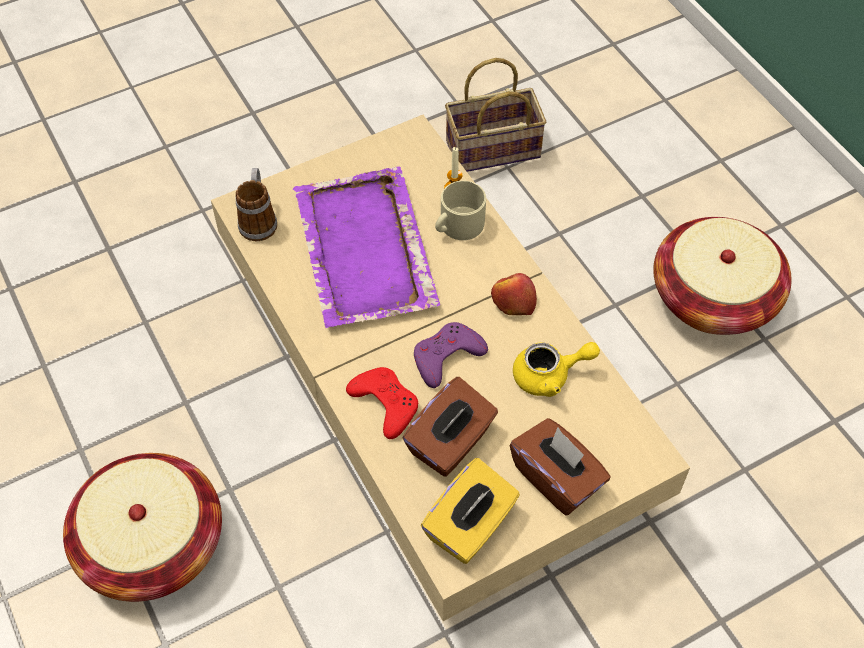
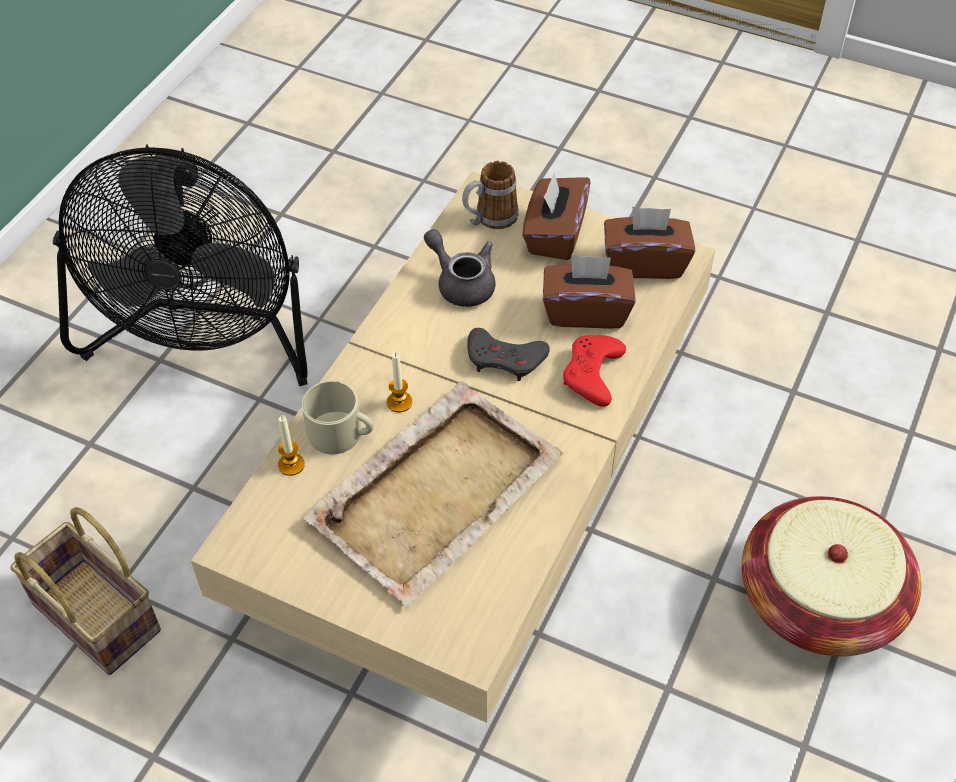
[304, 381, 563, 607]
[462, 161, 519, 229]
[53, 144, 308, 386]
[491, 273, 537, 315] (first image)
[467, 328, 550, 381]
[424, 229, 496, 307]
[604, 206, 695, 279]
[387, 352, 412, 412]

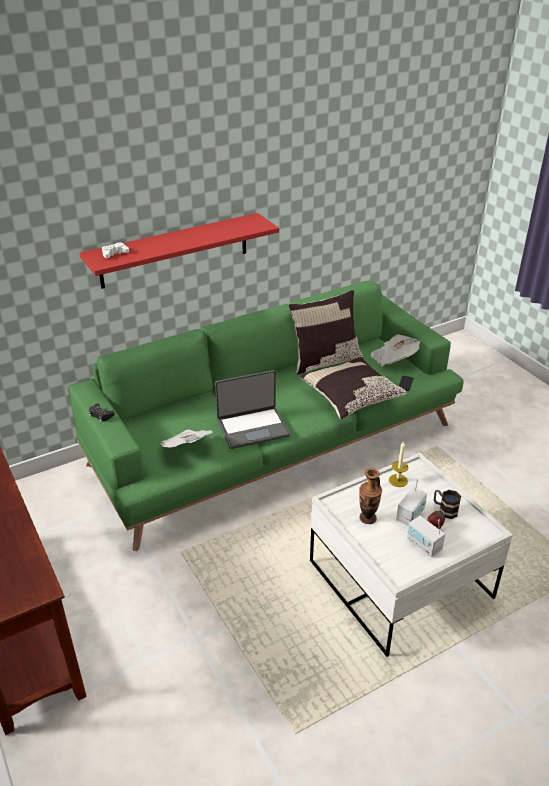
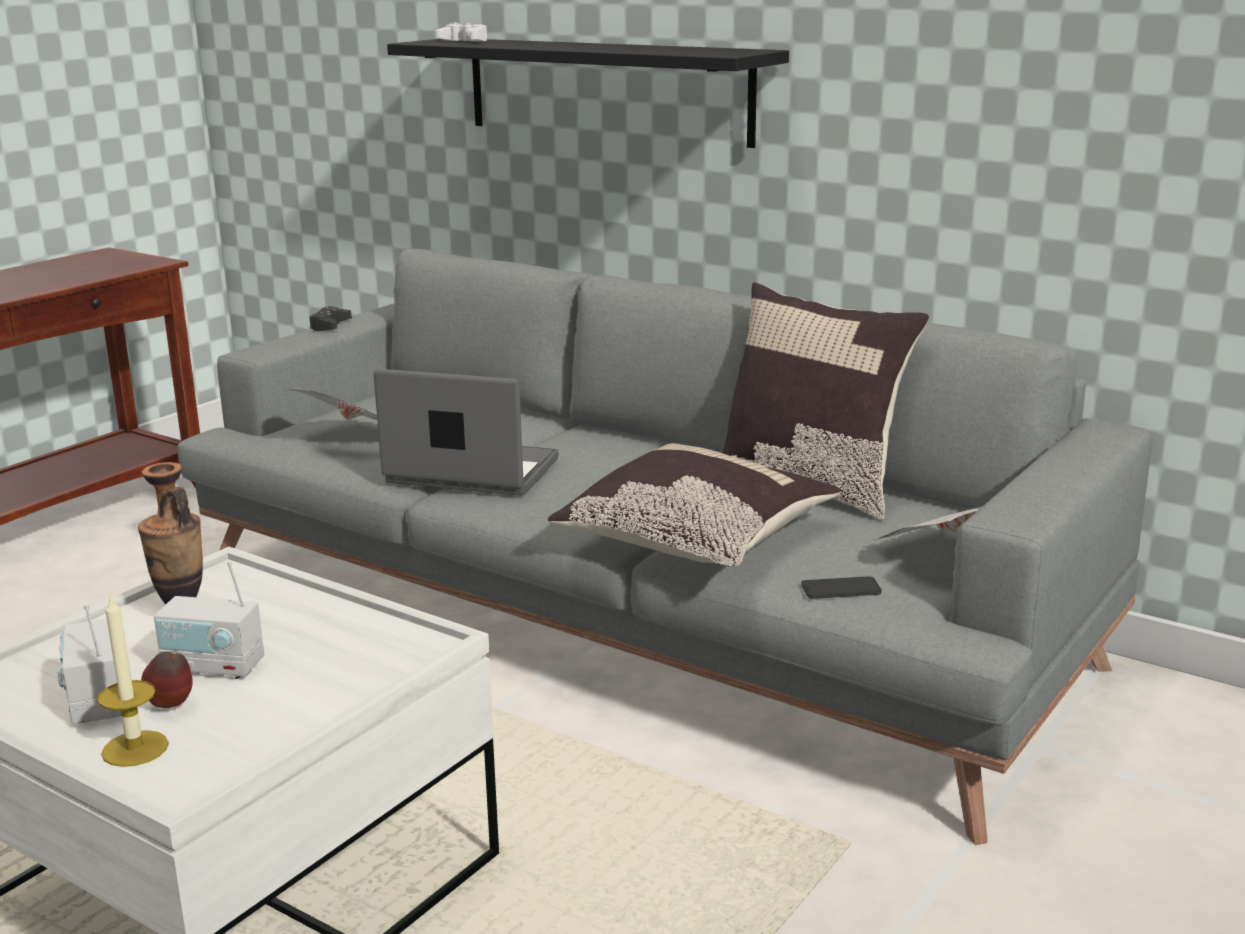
[387, 39, 789, 148]
[178, 249, 1153, 845]
[374, 369, 558, 496]
[97, 594, 169, 767]
[434, 490, 461, 519] (first image)
[58, 605, 121, 725]

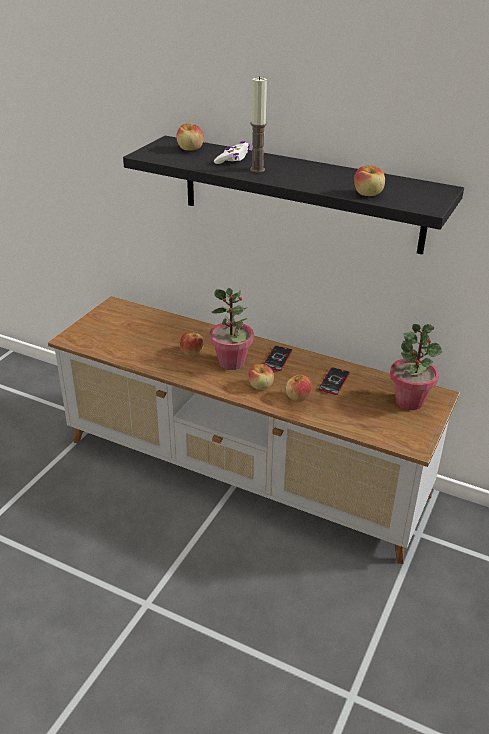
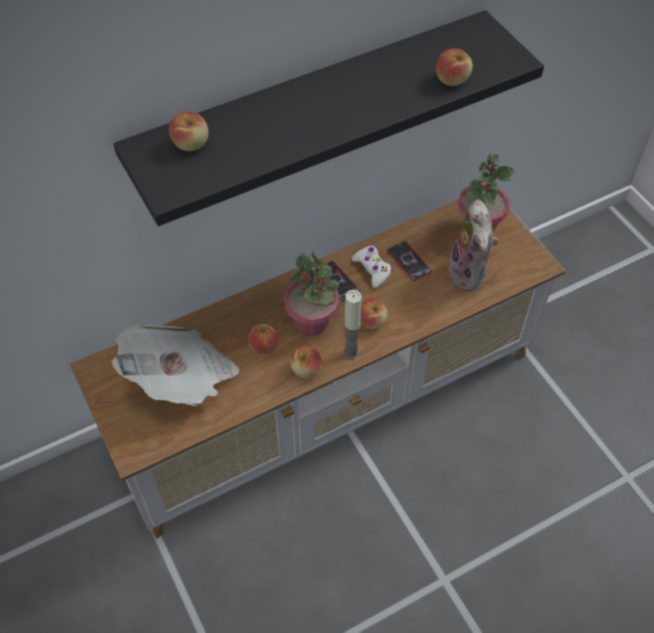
[343, 290, 362, 359]
[352, 246, 392, 288]
[290, 345, 322, 378]
[446, 199, 499, 291]
[111, 324, 239, 406]

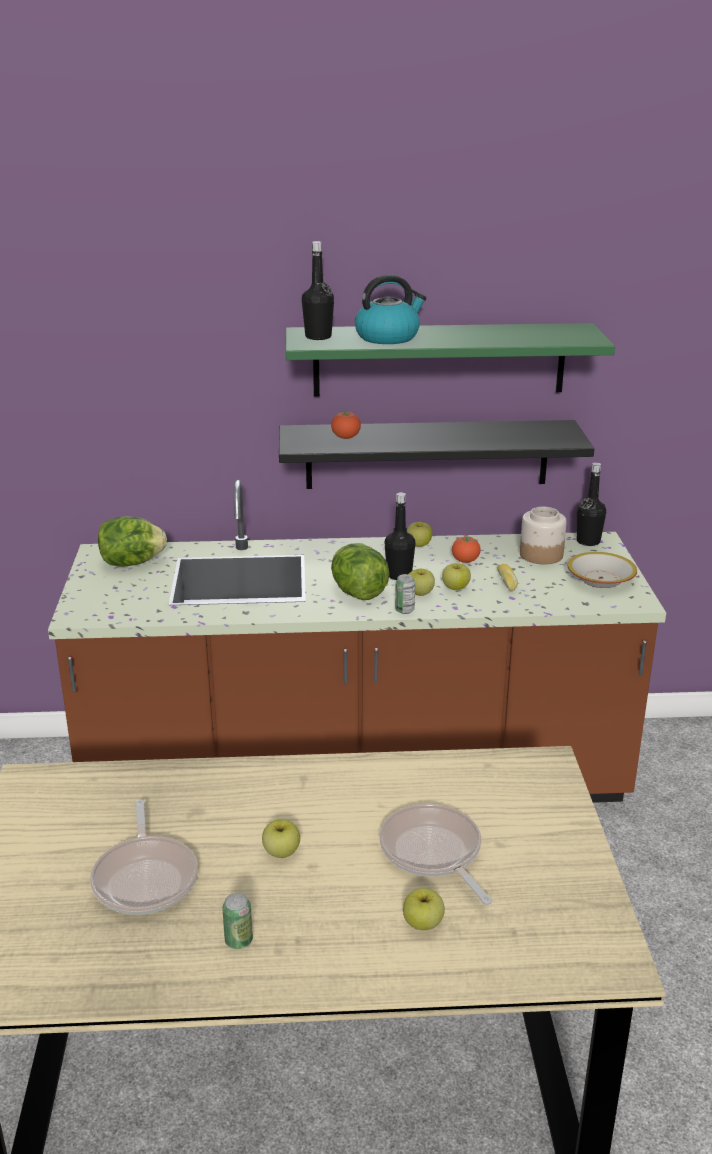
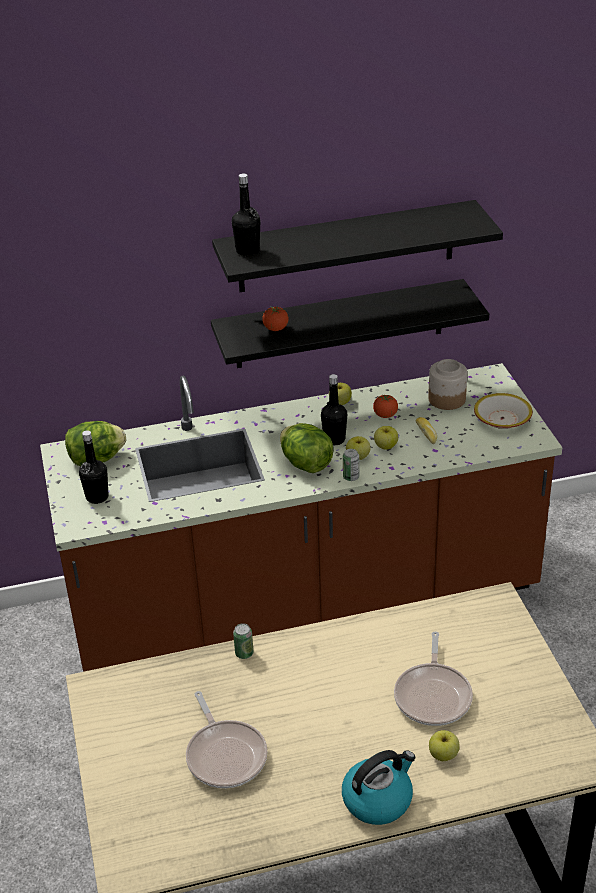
[342, 750, 415, 825]
[212, 200, 503, 292]
[79, 430, 109, 504]
[394, 631, 473, 726]
[262, 819, 300, 858] (first image)
[233, 623, 253, 659]

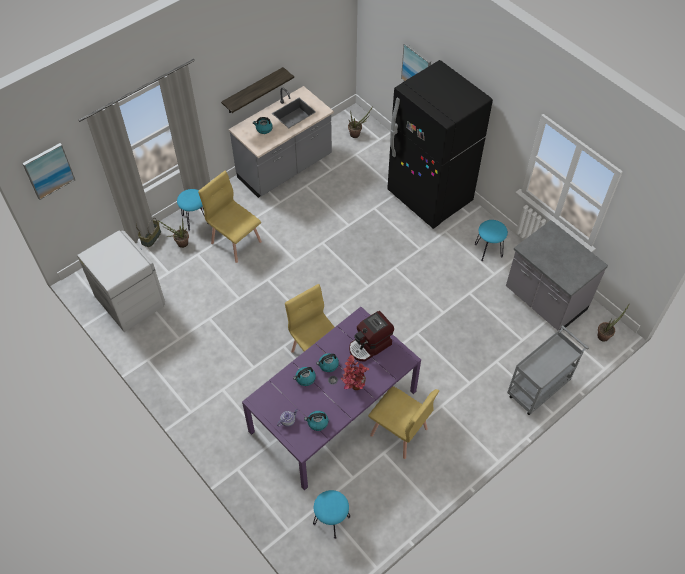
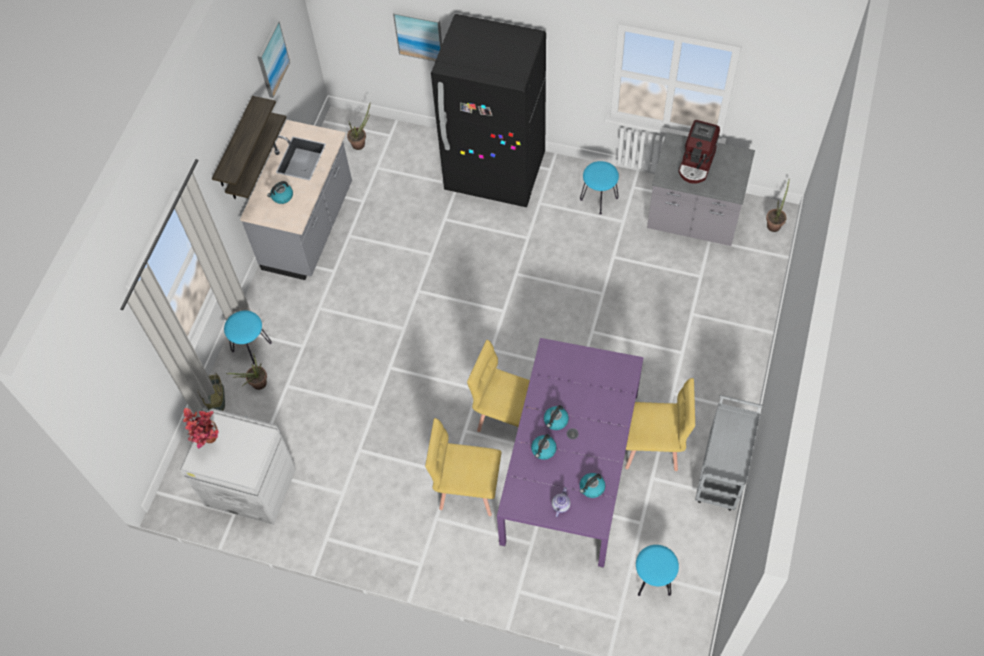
[257, 20, 290, 98]
[425, 418, 502, 516]
[678, 120, 720, 184]
[695, 395, 763, 511]
[183, 408, 219, 449]
[212, 96, 276, 187]

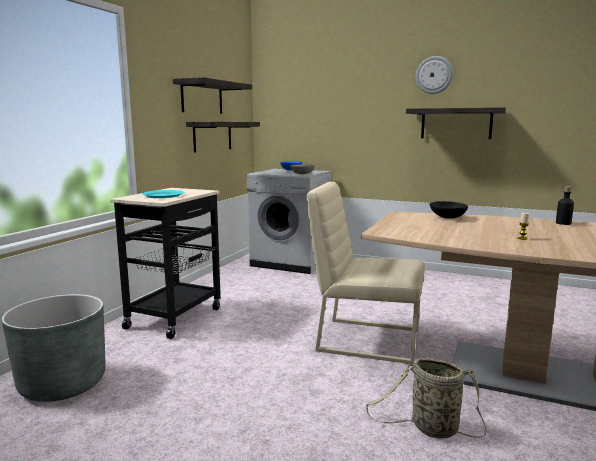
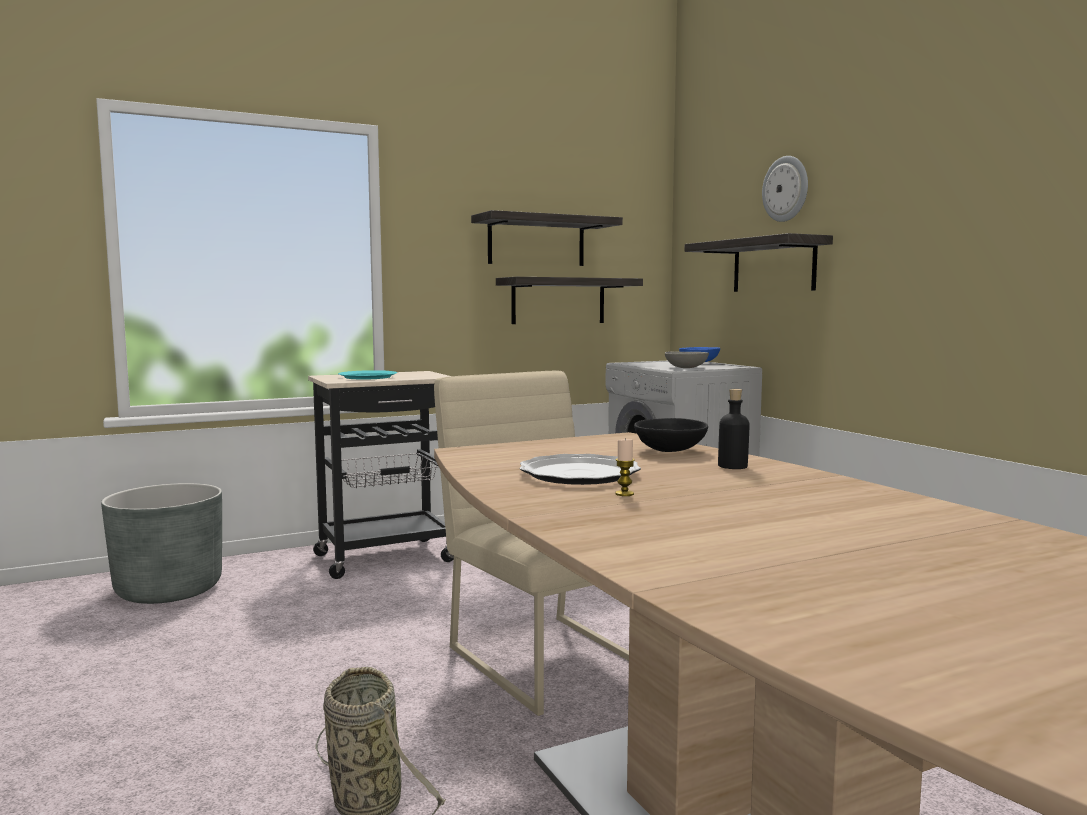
[762, 156, 808, 222]
[685, 233, 833, 292]
[718, 389, 750, 469]
[519, 454, 641, 485]

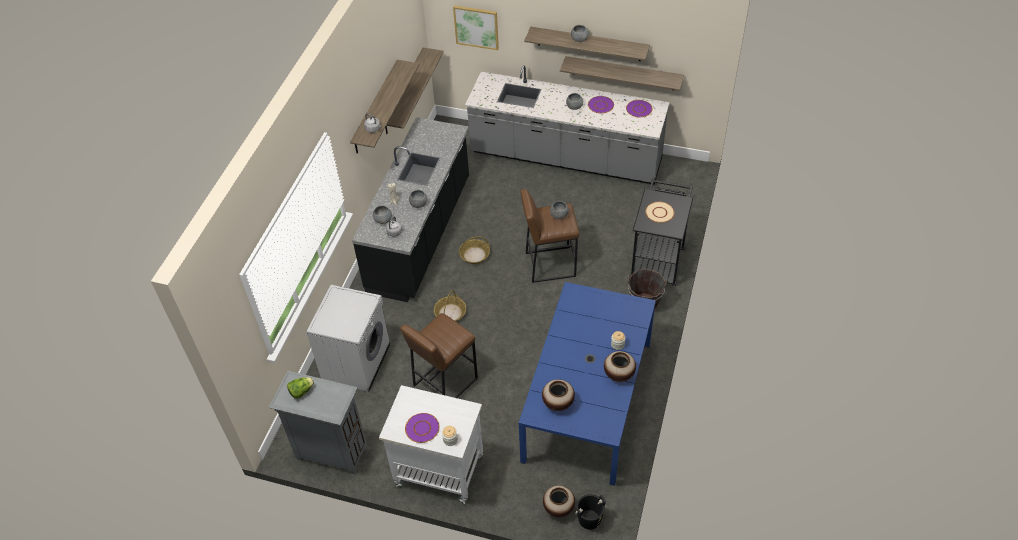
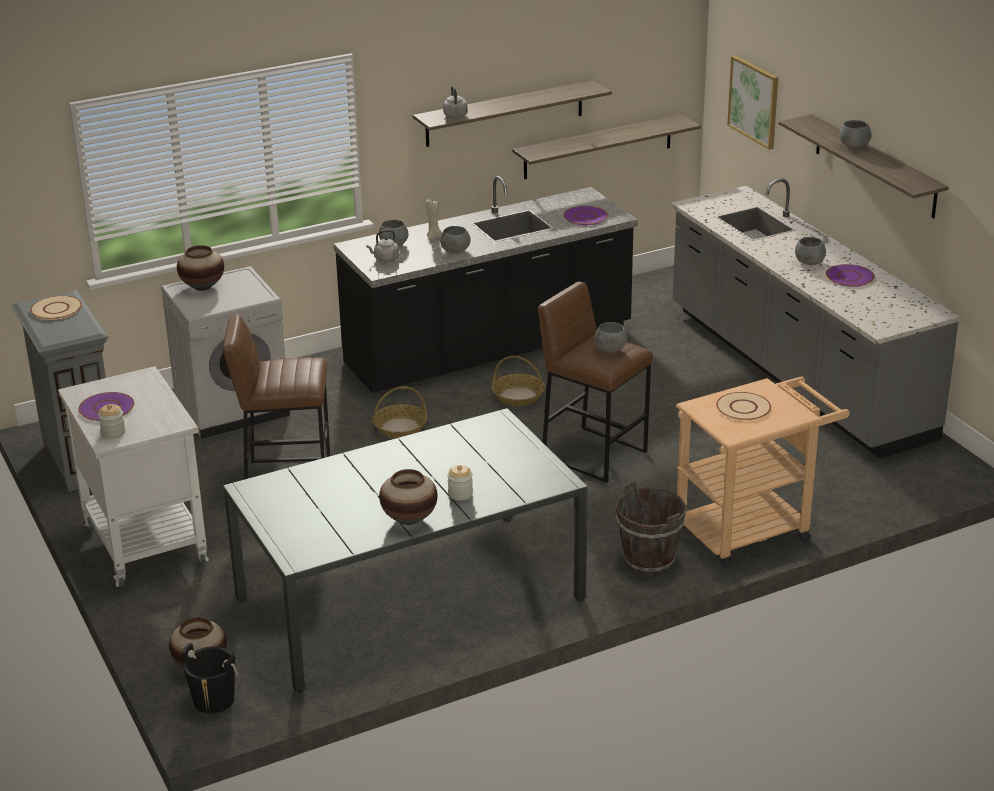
[560, 56, 684, 91] (first image)
[563, 206, 608, 225]
[676, 377, 850, 568]
[223, 408, 588, 692]
[30, 296, 82, 320]
[177, 245, 224, 291]

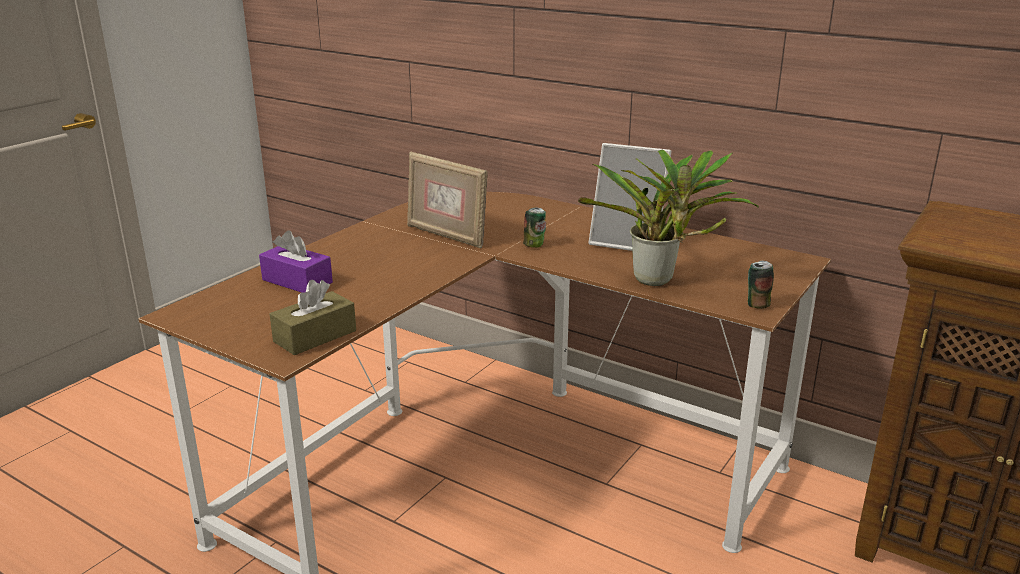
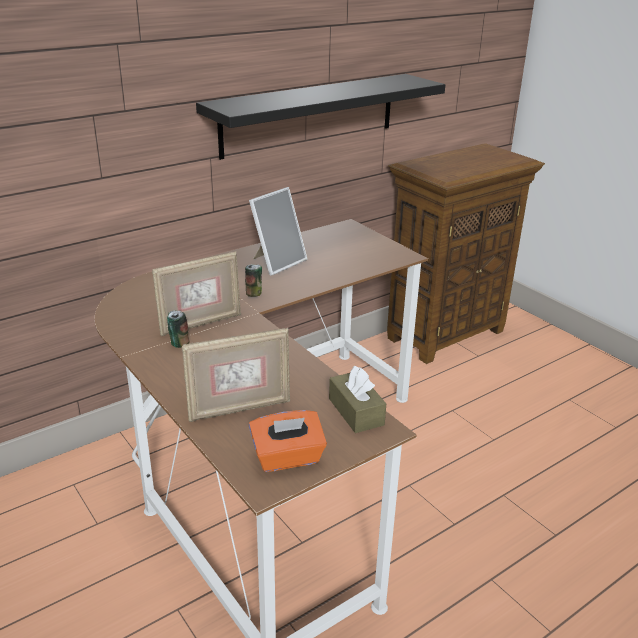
[578, 149, 759, 286] (first image)
[182, 328, 290, 422]
[167, 310, 189, 348]
[196, 74, 445, 160]
[249, 410, 327, 472]

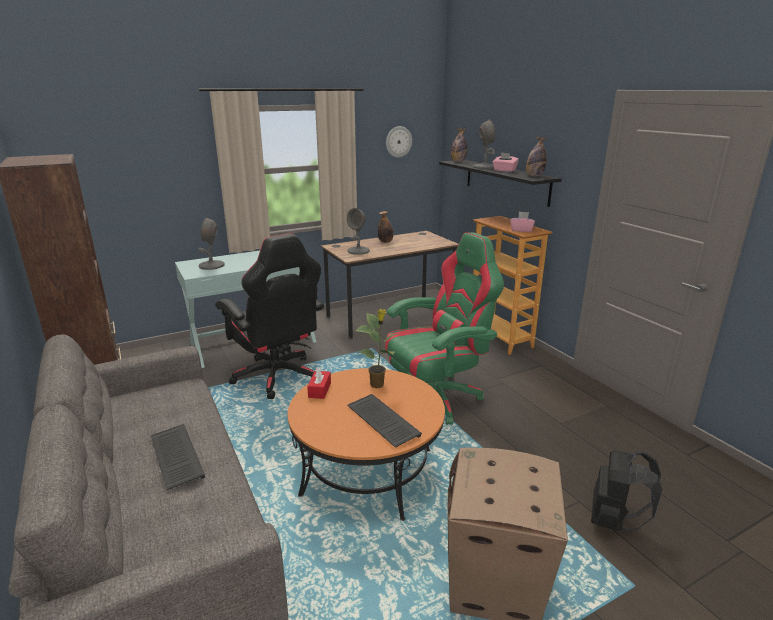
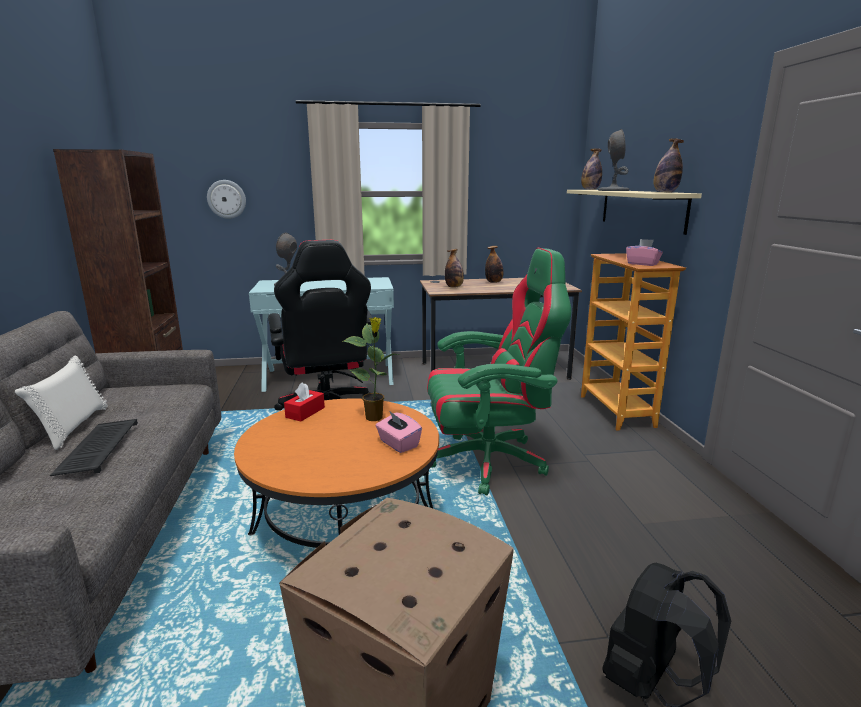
[207, 180, 246, 219]
[376, 412, 422, 453]
[567, 190, 702, 235]
[445, 249, 464, 288]
[347, 394, 422, 448] (first image)
[15, 356, 108, 450]

